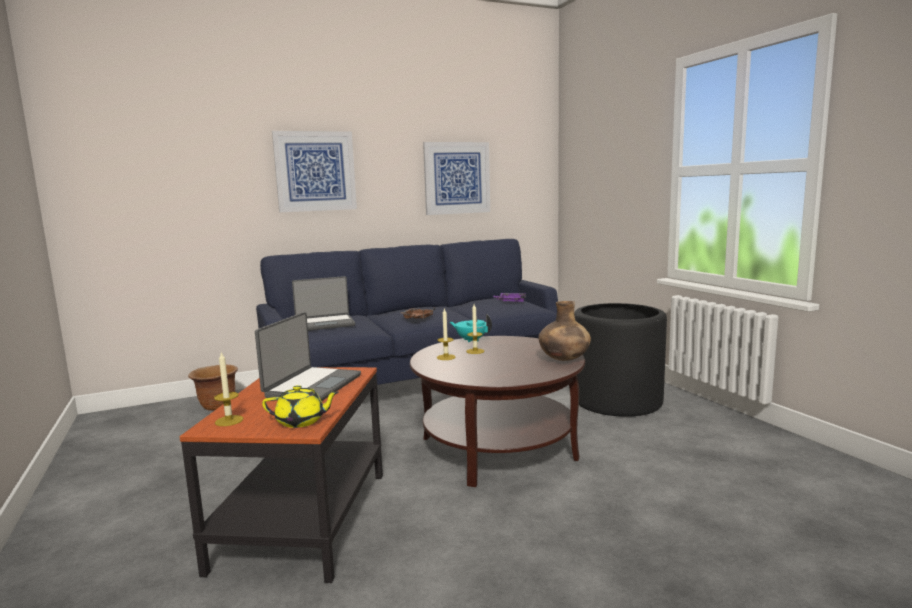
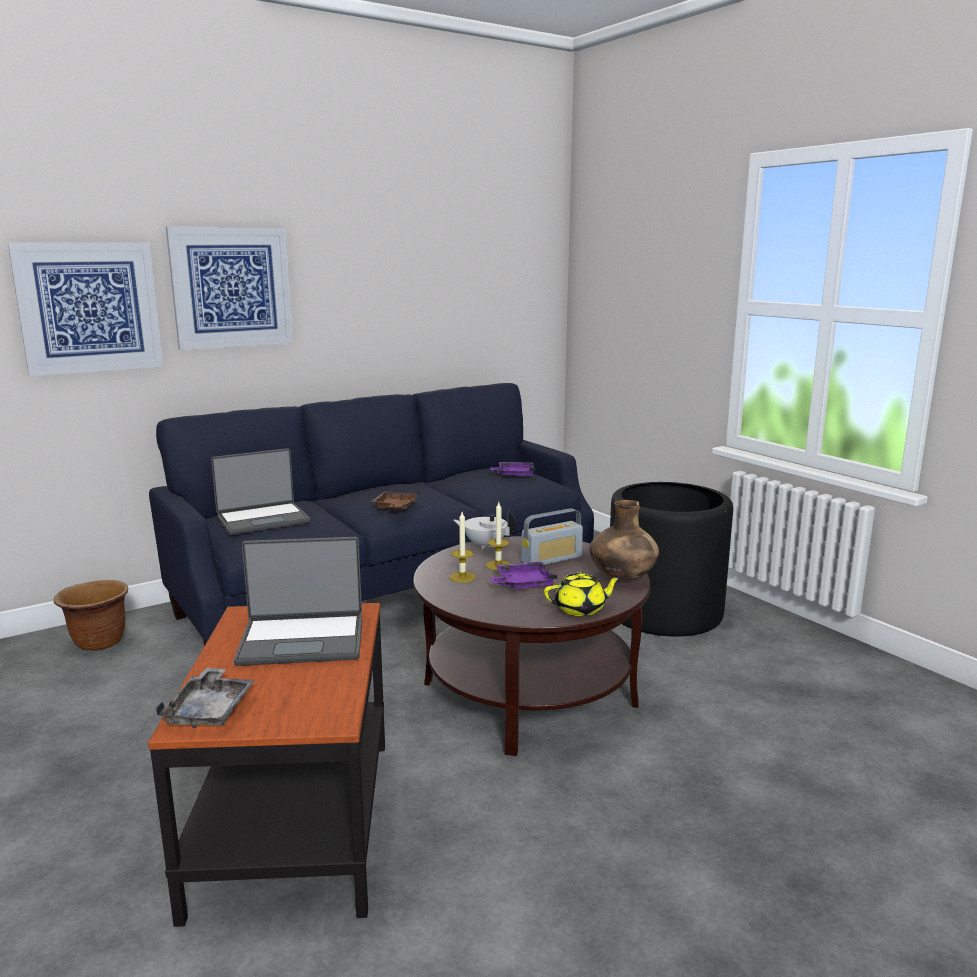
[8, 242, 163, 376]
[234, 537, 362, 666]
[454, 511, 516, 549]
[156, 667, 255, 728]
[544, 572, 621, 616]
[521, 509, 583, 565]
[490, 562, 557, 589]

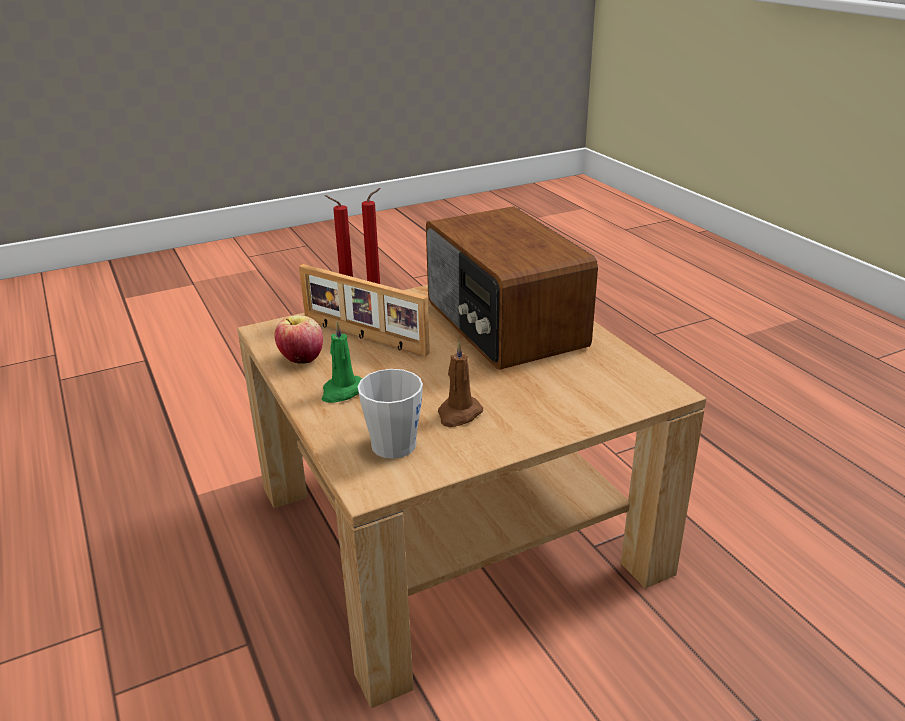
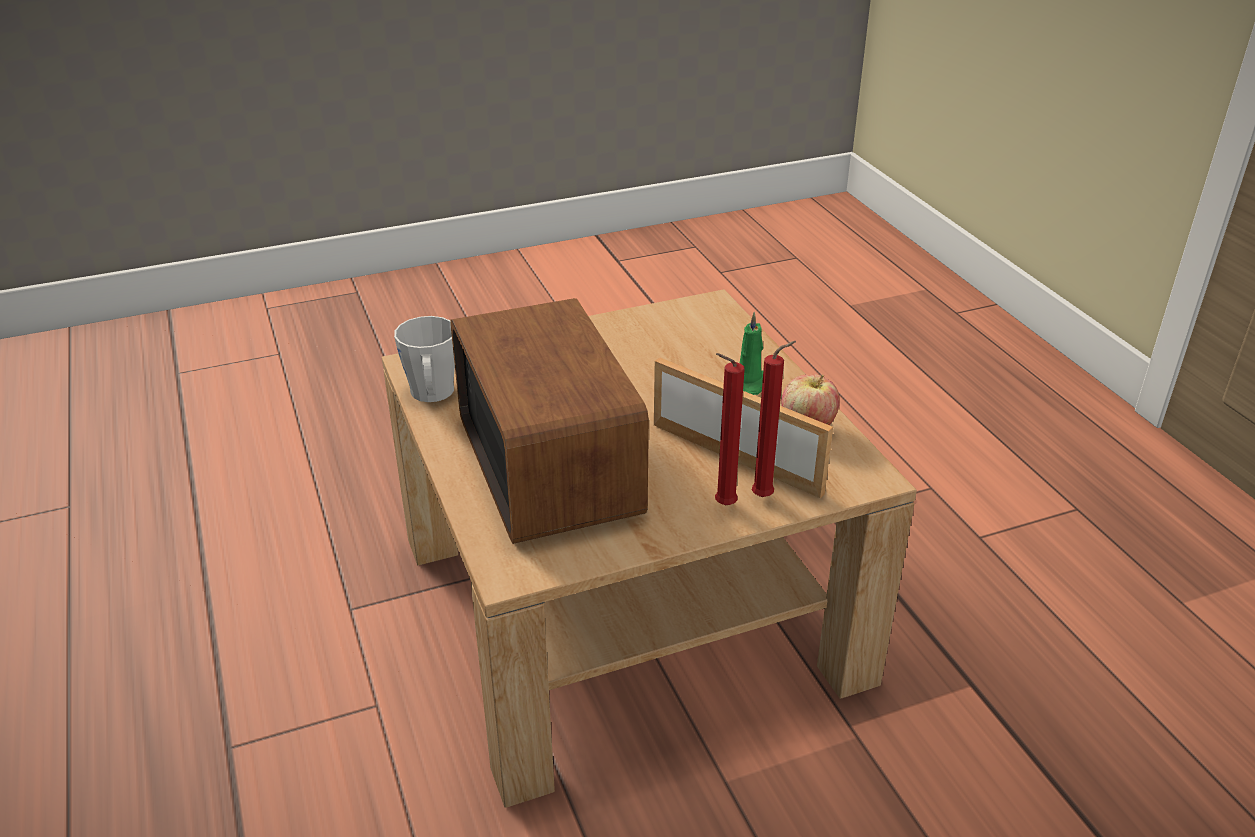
[438, 341, 483, 427] (first image)
[394, 316, 455, 402]

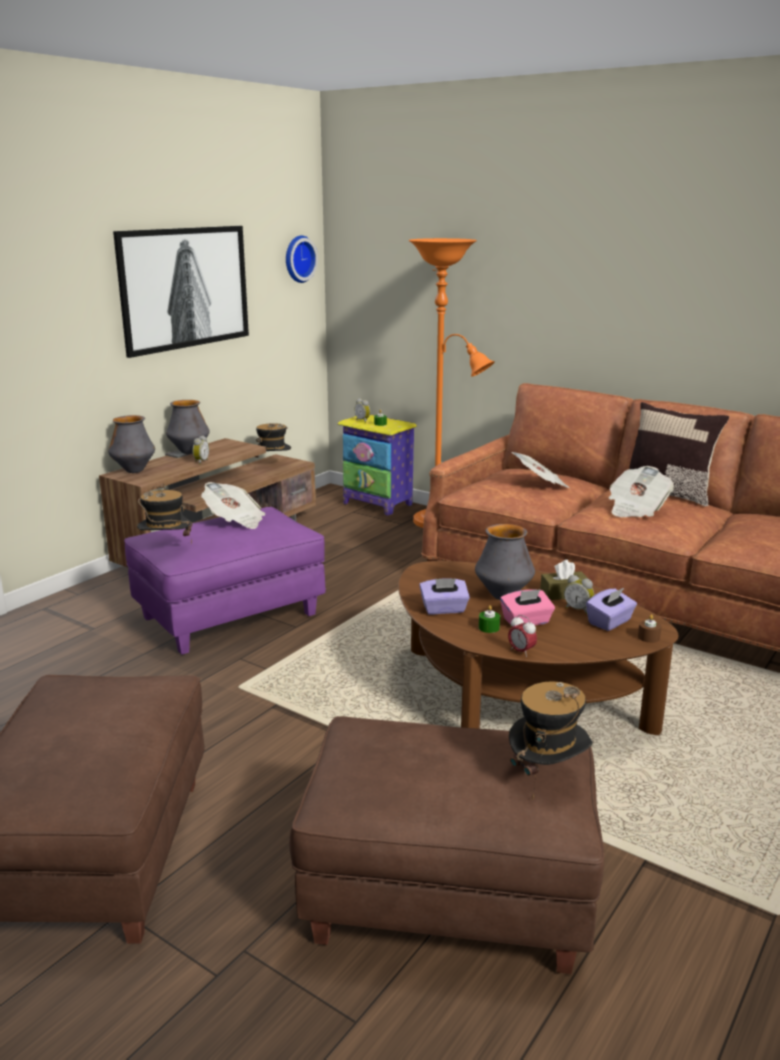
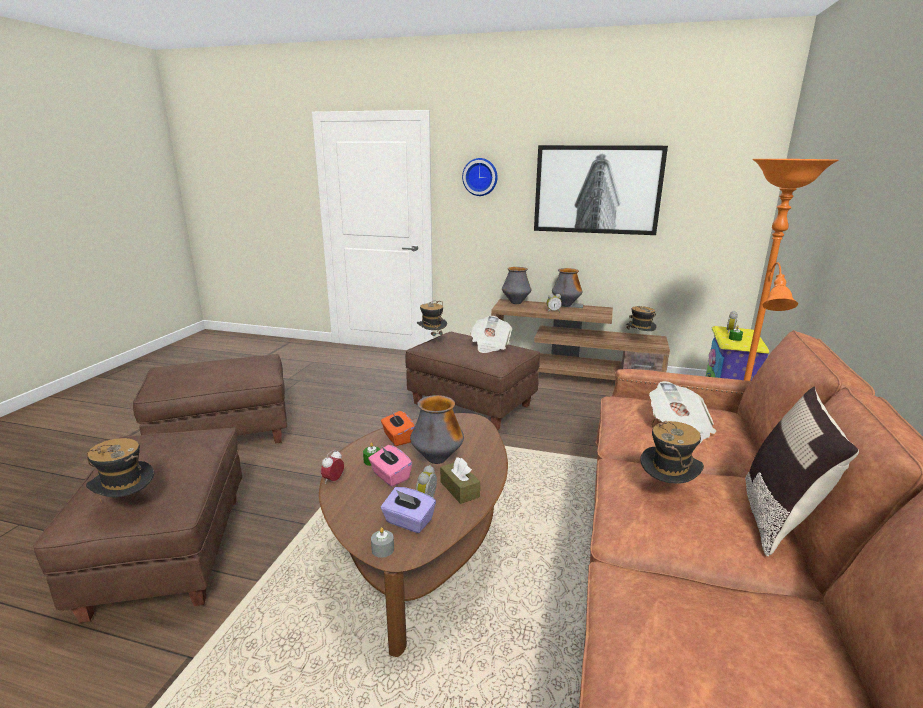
[462, 158, 497, 196]
[640, 418, 704, 483]
[405, 332, 540, 430]
[381, 411, 415, 446]
[371, 527, 394, 558]

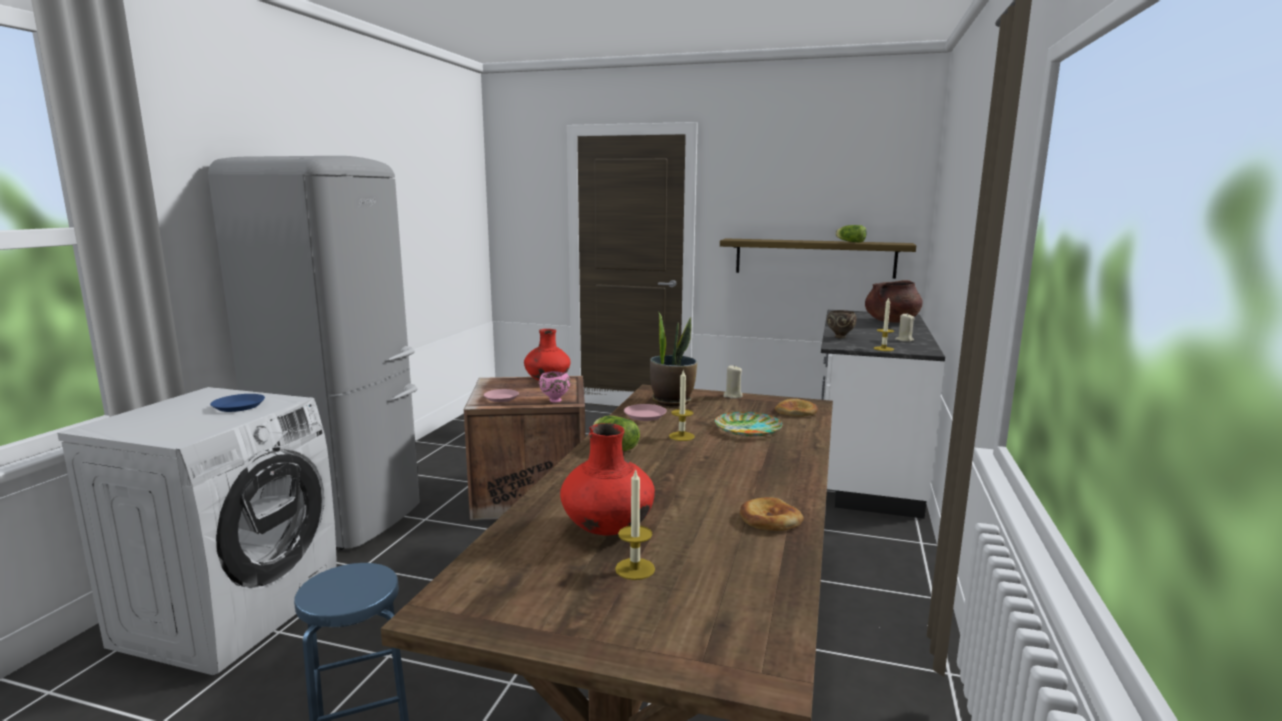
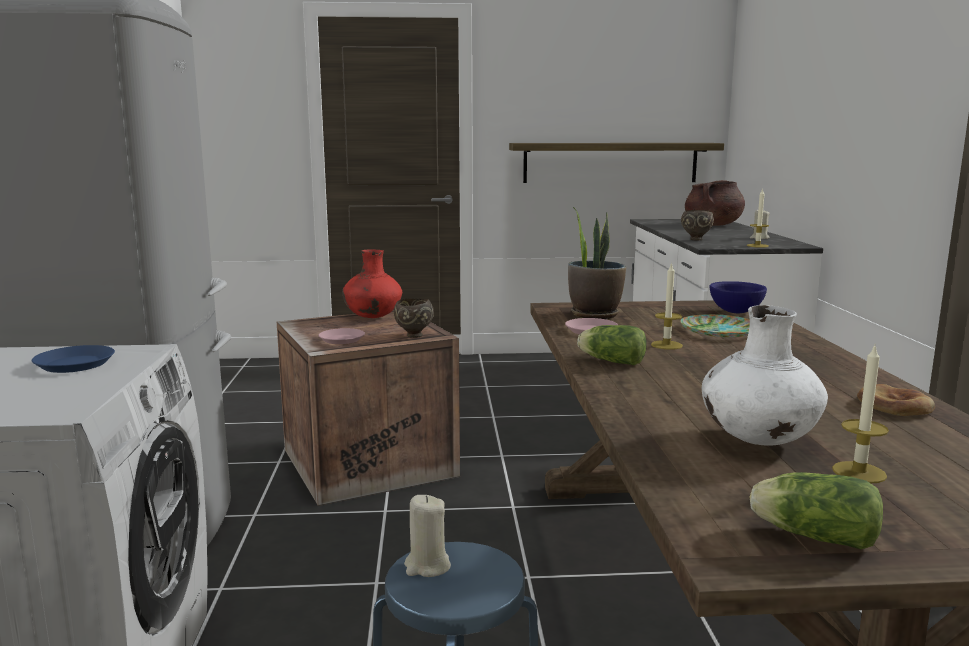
[750, 472, 883, 549]
[404, 495, 451, 577]
[393, 298, 434, 338]
[709, 281, 767, 313]
[701, 305, 828, 446]

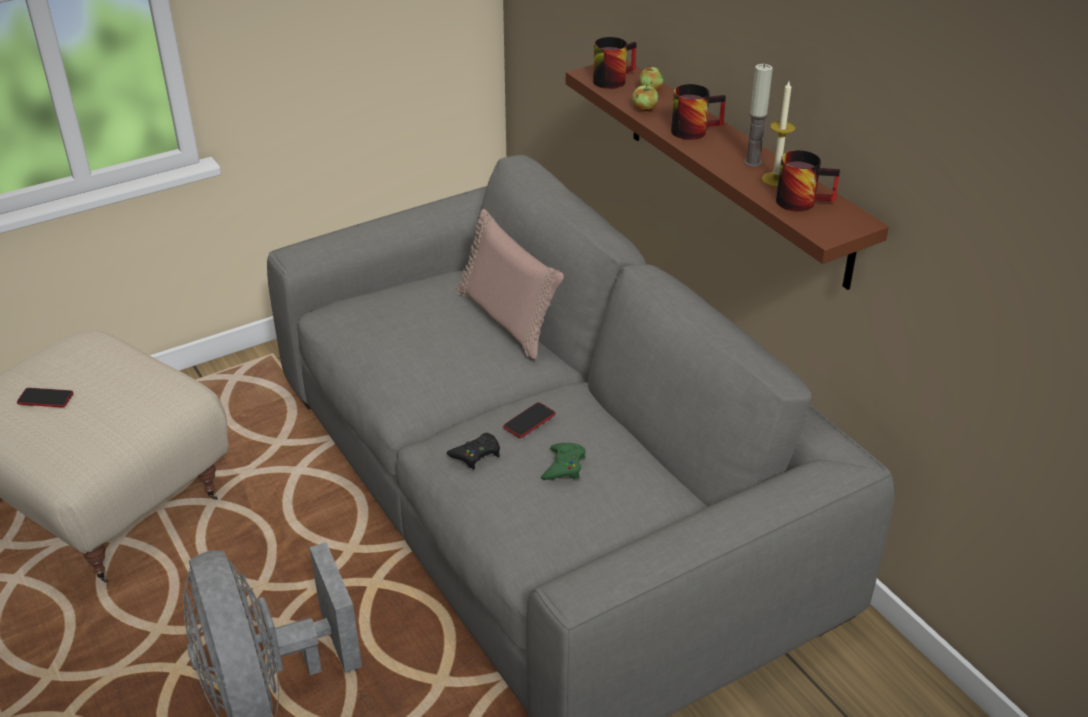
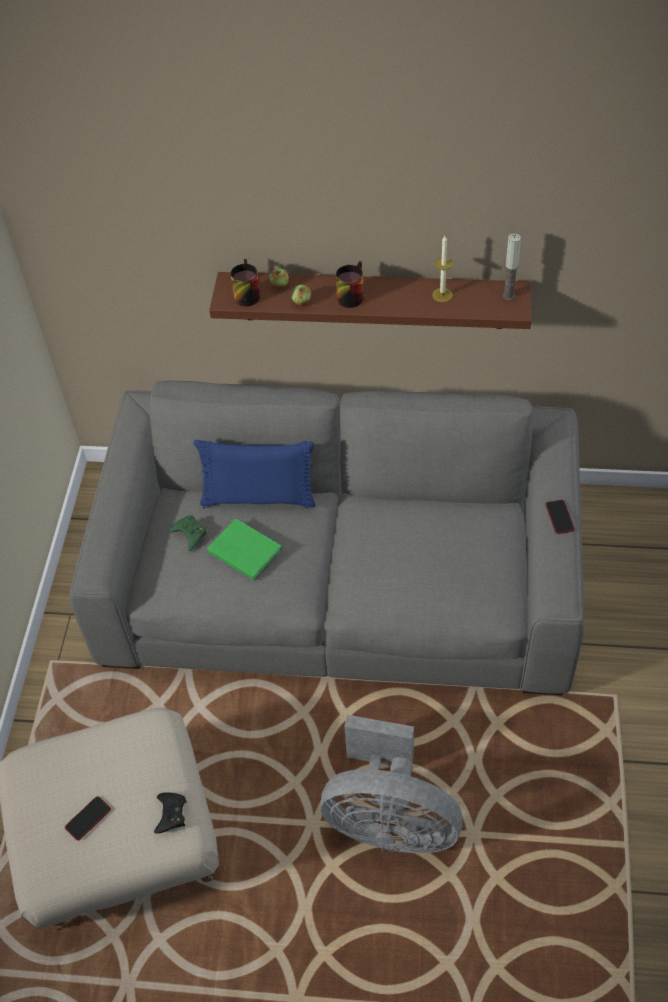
[502, 233, 521, 300]
[776, 150, 840, 211] (first image)
[193, 440, 316, 509]
[545, 500, 575, 534]
[154, 792, 187, 834]
[170, 515, 207, 551]
[207, 519, 282, 580]

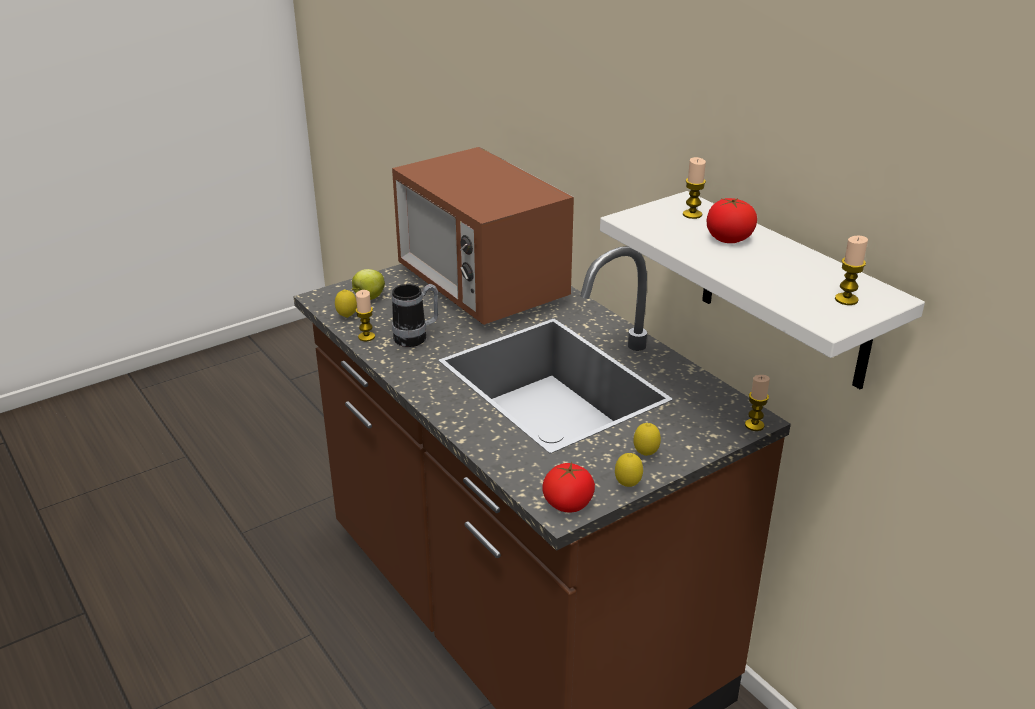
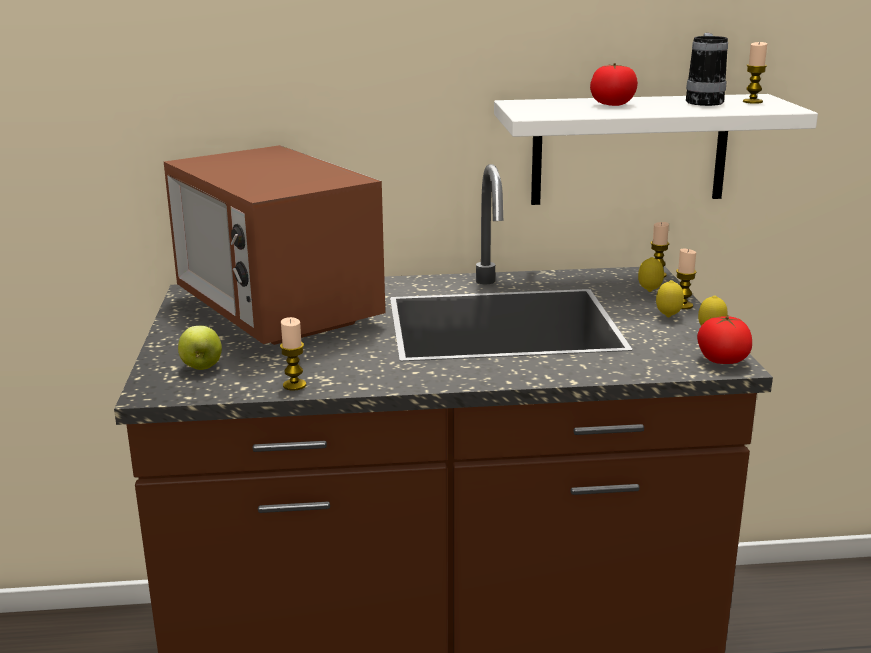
[164, 145, 385, 345]
[676, 249, 697, 309]
[686, 33, 728, 106]
[638, 257, 664, 292]

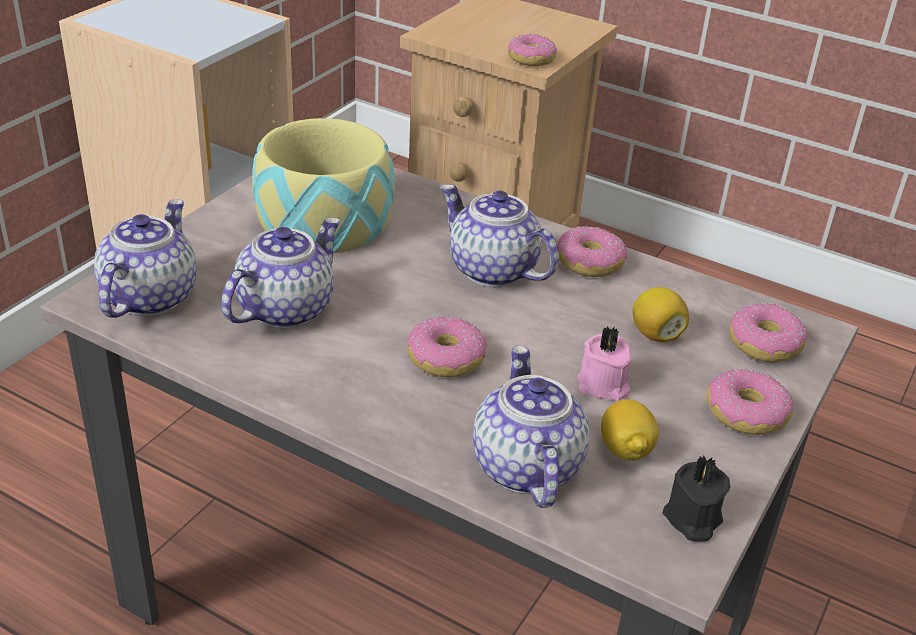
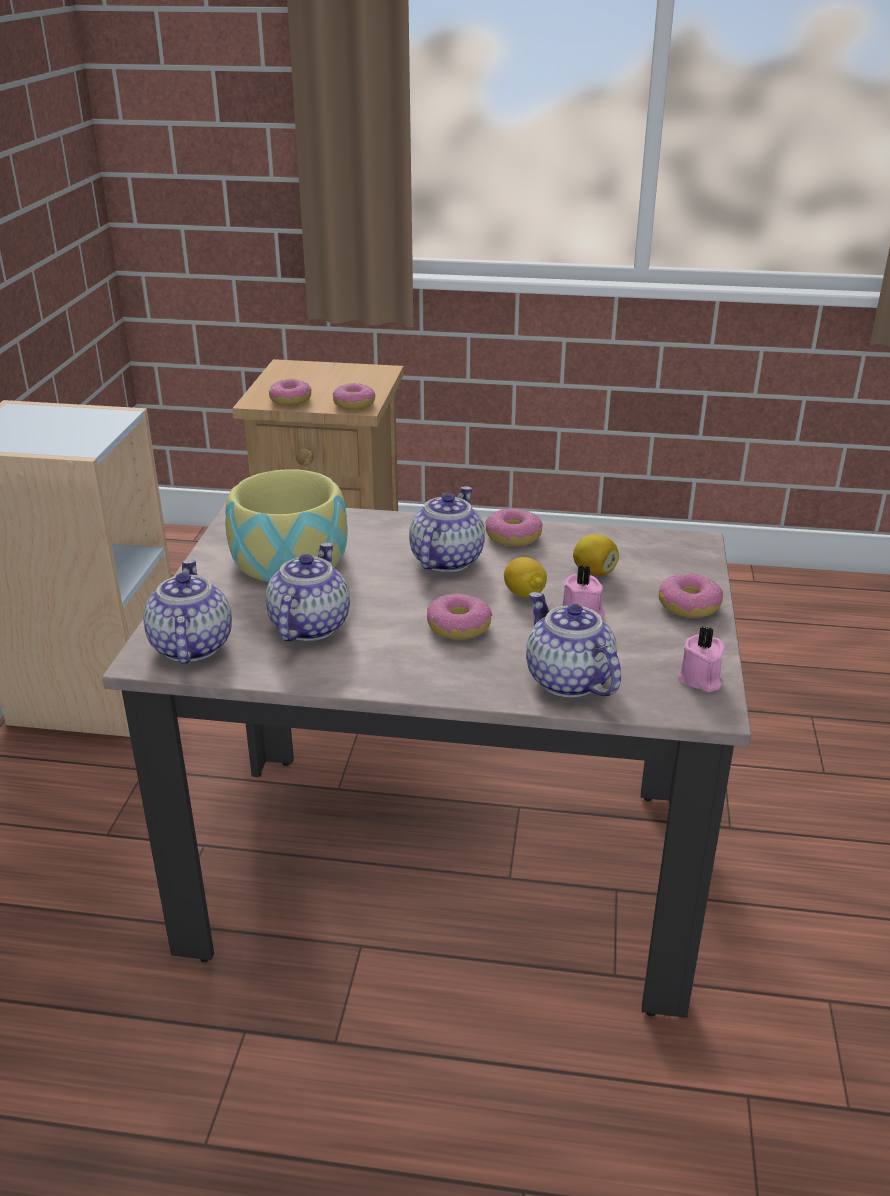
[409, 486, 485, 572]
[269, 379, 311, 406]
[504, 557, 547, 597]
[678, 627, 725, 692]

